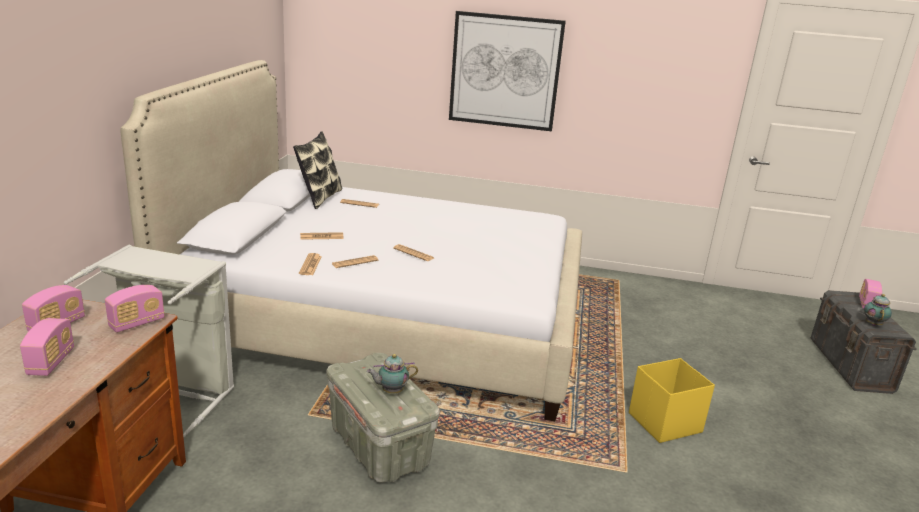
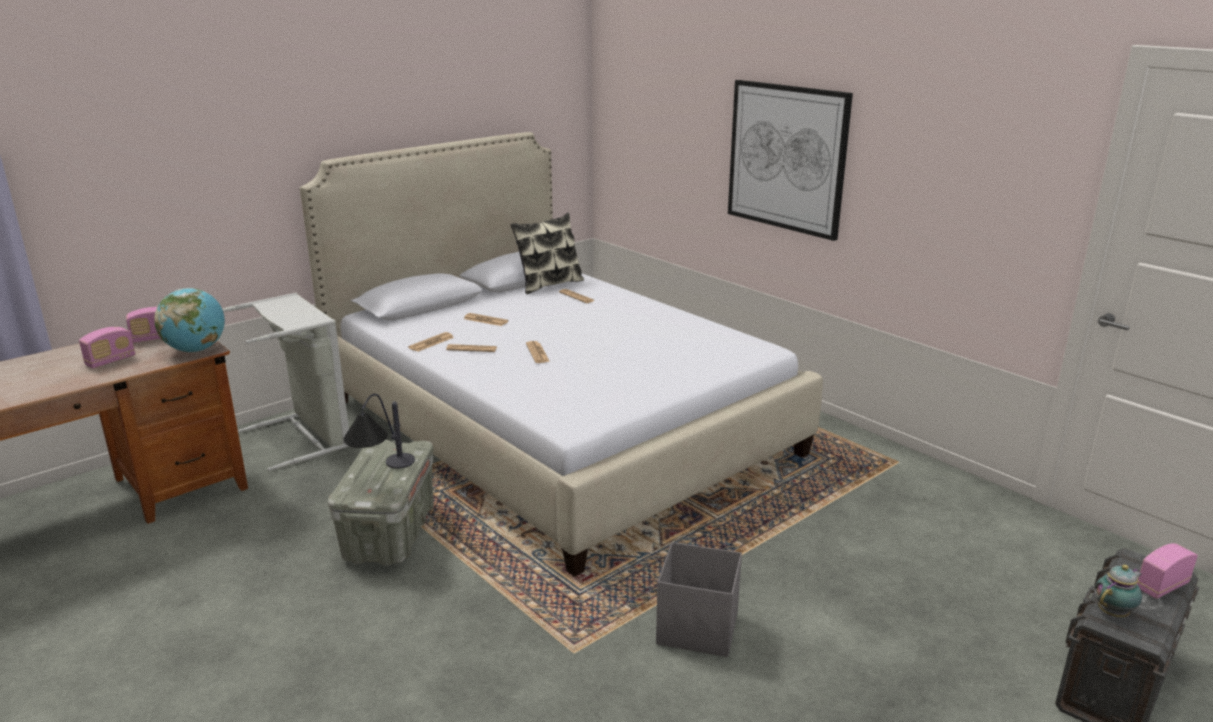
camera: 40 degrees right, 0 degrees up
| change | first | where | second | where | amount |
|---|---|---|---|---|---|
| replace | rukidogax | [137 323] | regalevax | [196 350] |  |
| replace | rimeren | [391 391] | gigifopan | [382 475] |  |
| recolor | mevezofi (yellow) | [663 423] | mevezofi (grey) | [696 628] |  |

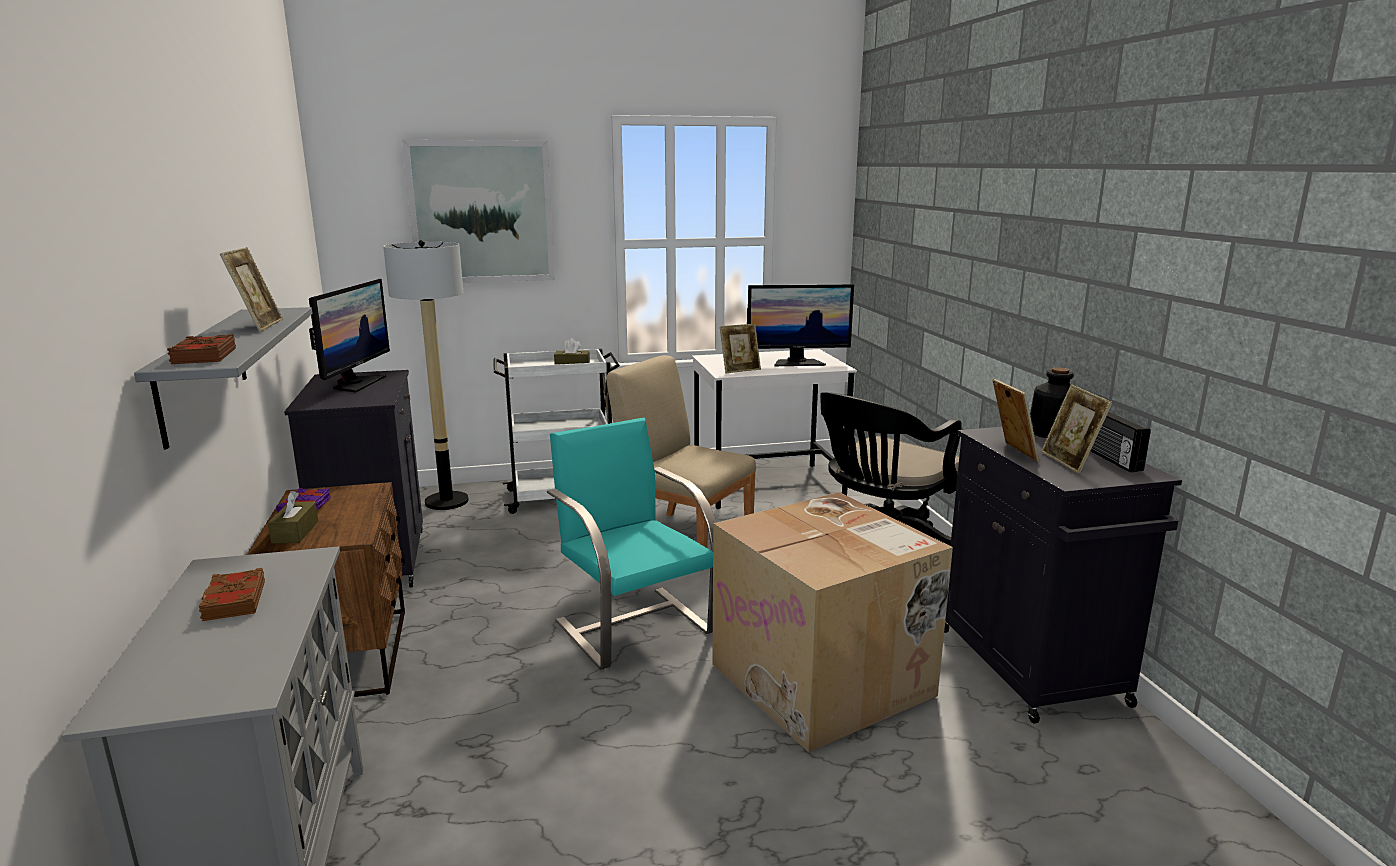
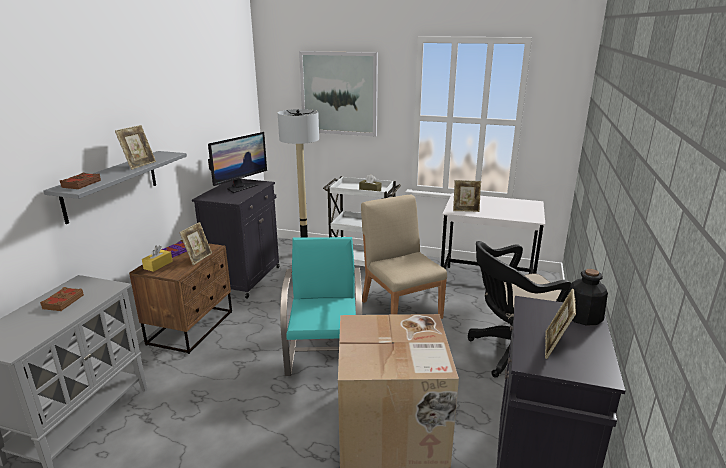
camera: 30 degrees right, 5 degrees up
| change | first | where | second | where | amount |
|---|---|---|---|---|---|
| recolor | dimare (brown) | [295 532] | dimare (yellow) | [158 265] |  |
| move | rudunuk | [1011 452] |  | [198 258] |  |
| delete | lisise | [797 363] |  |  |  |
| delete | rukidogax | [1110 458] |  |  |  |

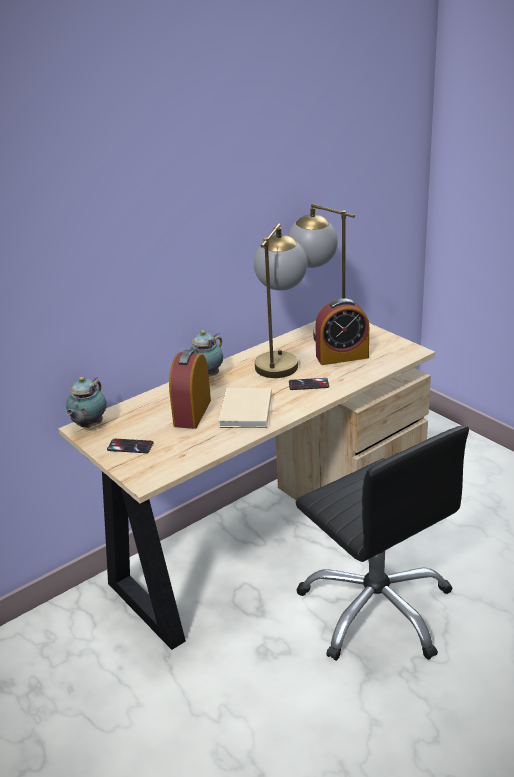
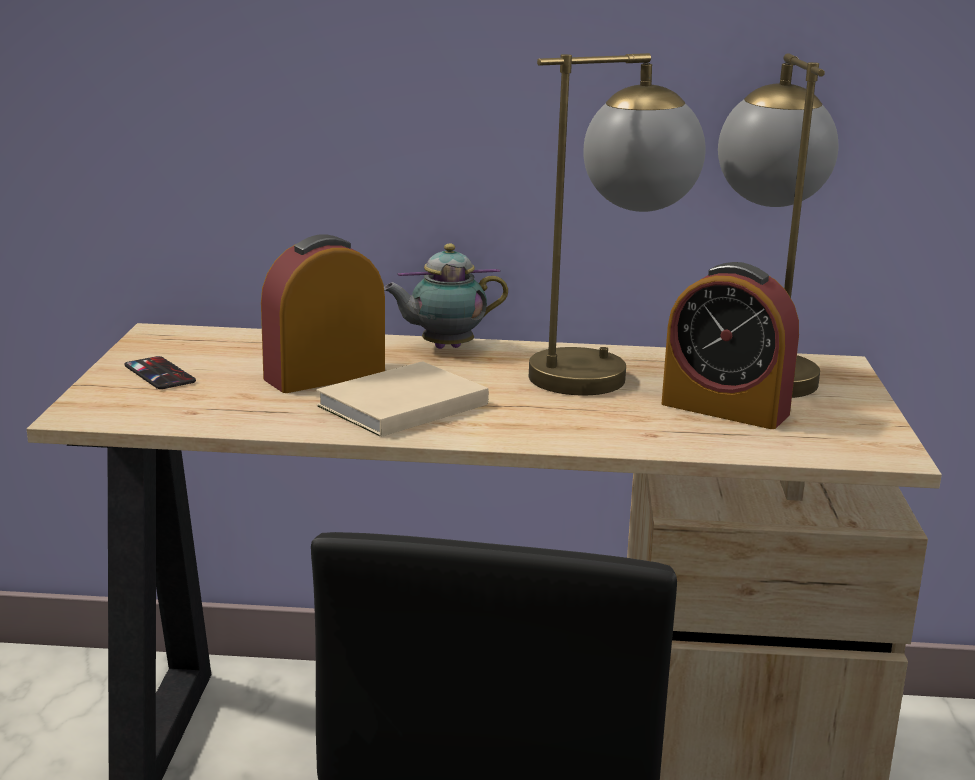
camera: 40 degrees right, 10 degrees down
| change | first | where | second | where | amount |
|---|---|---|---|---|---|
| delete | rimeren | [88 426] |  |  |  |
| delete | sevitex | [308 384] |  |  |  |

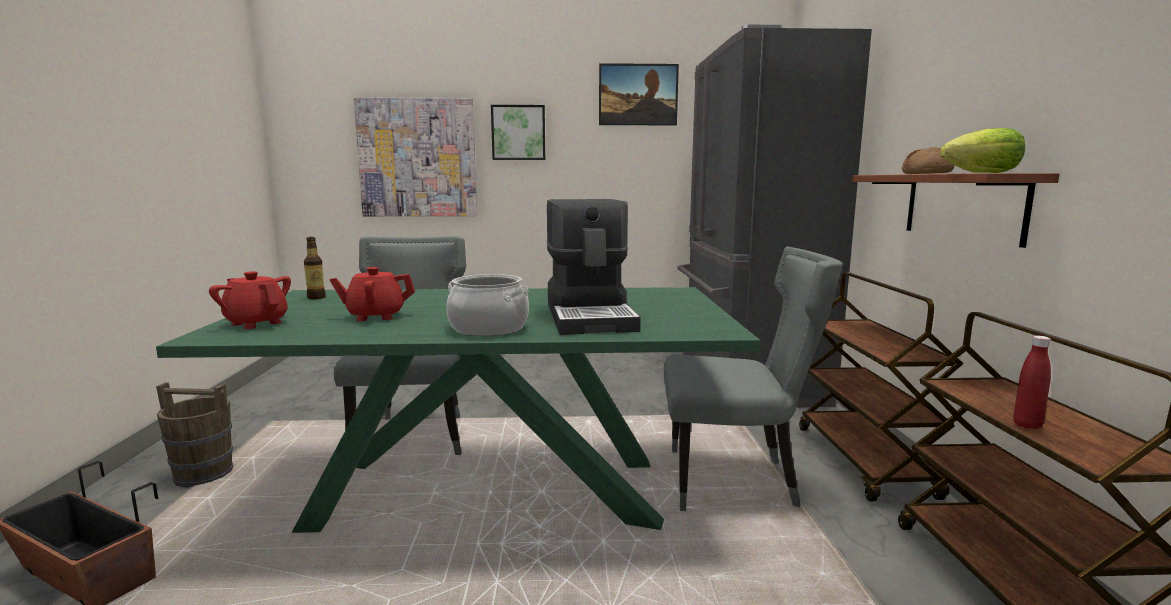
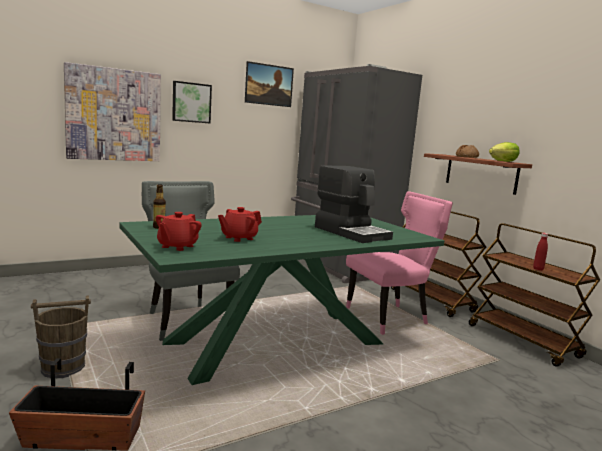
camera: 30 degrees left, 0 degrees up
| change | first | where | second | where | amount |
|---|---|---|---|---|---|
| rotate | rimeren (red) | [256 323] |  | [177 246] | 75 degrees counterclockwise |
| recolor | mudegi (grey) | [736 481] | mudegi (pink) | [390 317] |  |
| delete | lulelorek | [488 328] |  |  |  |

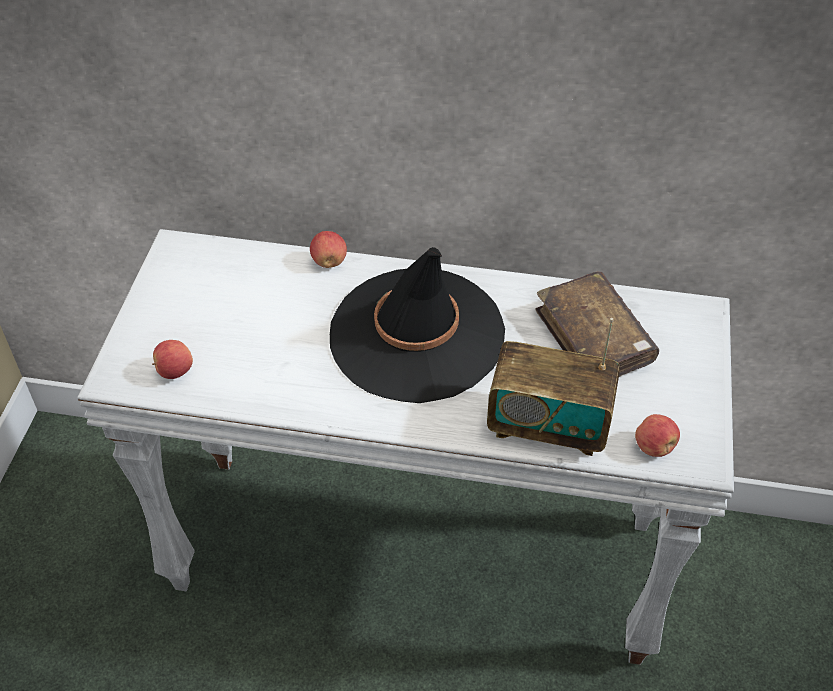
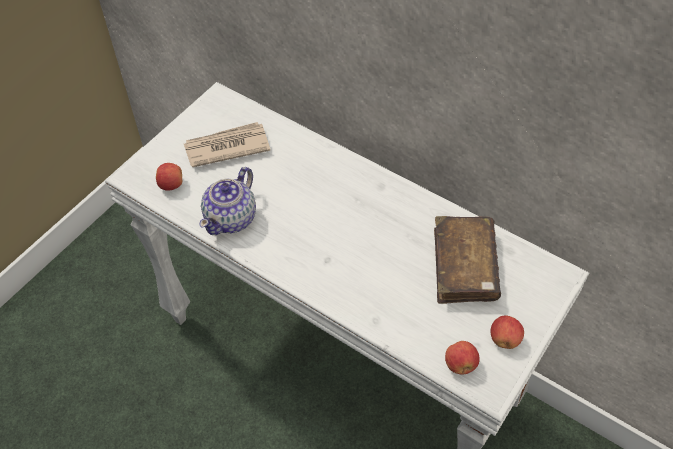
camera: 25 degrees right, 5 degrees up
| change | first | where | second | where | amount |
|---|---|---|---|---|---|
| insert |  |  | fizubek | [226 147] |  |
| insert |  |  | rimeren | [231 218] |  |
| move | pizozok | [329 261] |  | [504 339] |  |
| delete | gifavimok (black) | [416 335] |  |  |  |
| delete | rukidogax | [548 425] |  |  |  |

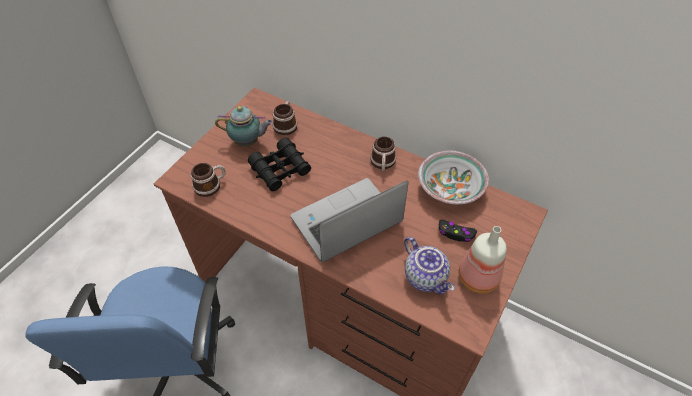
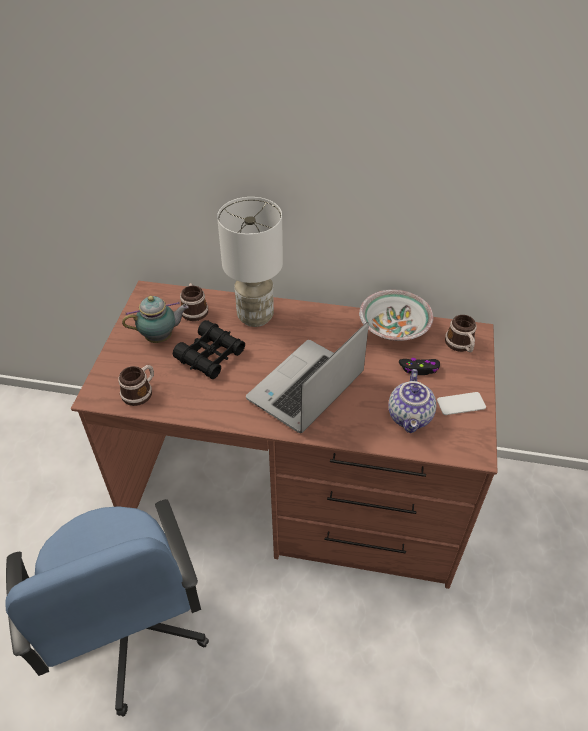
camera: 20 degrees left, 5 degrees down
| change | first | where | second | where | amount |
|---|---|---|---|---|---|
| insert |  |  | gigifopan (white) | [255 316] |  |
| rotate | rimeren | [426 277] |  | [411 417] | 60 degrees clockwise |
| replace | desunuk | [479 279] | sevitex | [461 404] |  |
| move | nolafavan | [382 163] |  | [461 345] |  |

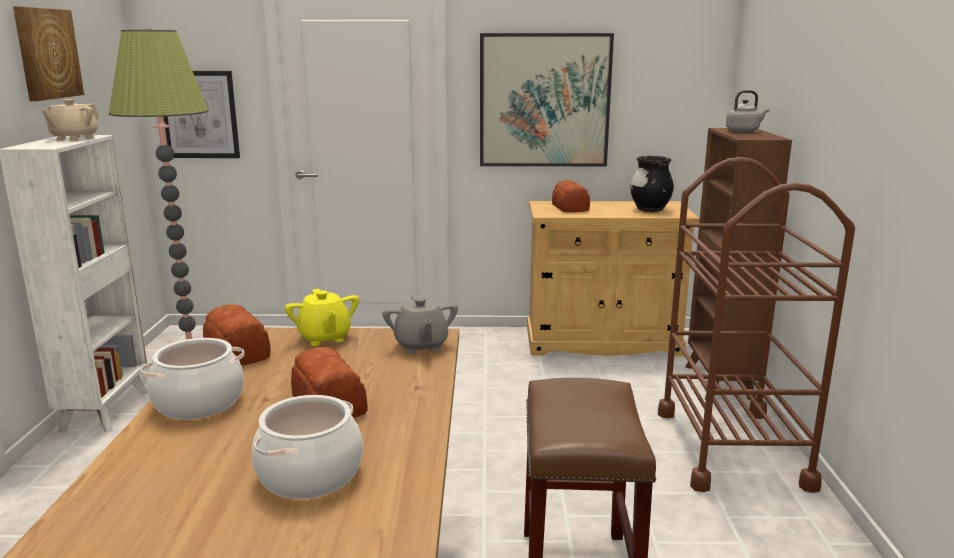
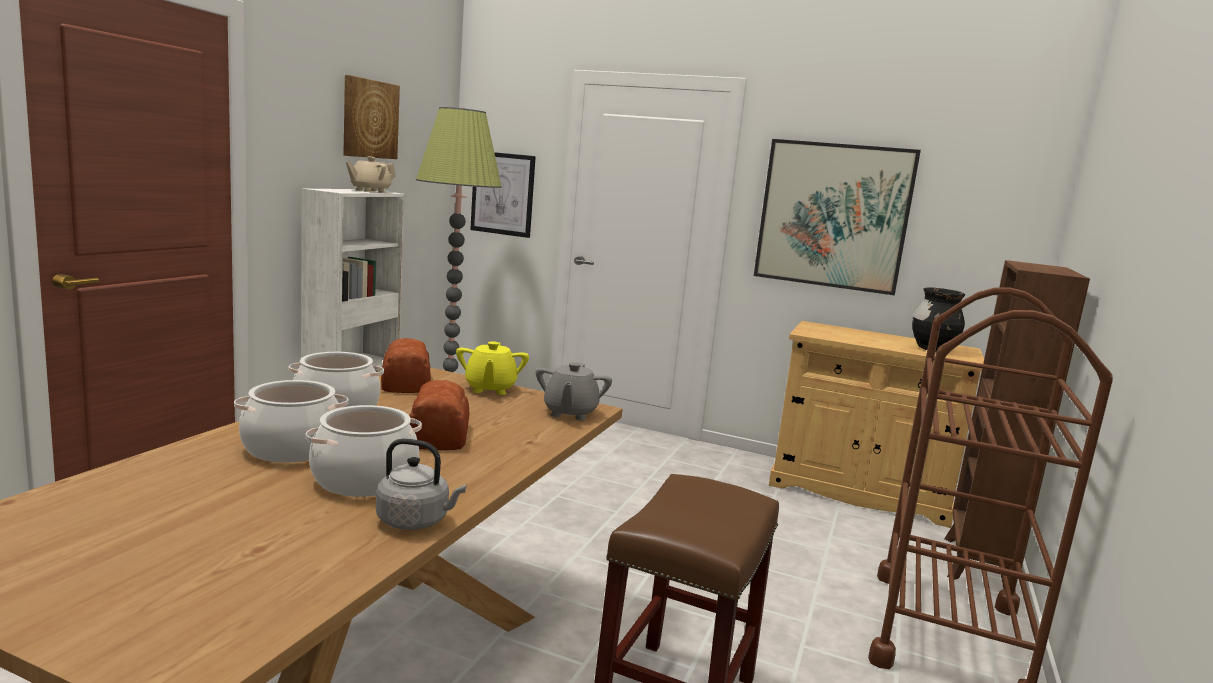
camera: 20 degrees right, 5 degrees down
| change | first | where | second | where | amount |
|---|---|---|---|---|---|
| insert |  |  | lulelorek | [293 448] |  |
| move | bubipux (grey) | [744 131] |  | [416 521] |  |
| delete | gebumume | [570 207] |  |  |  |

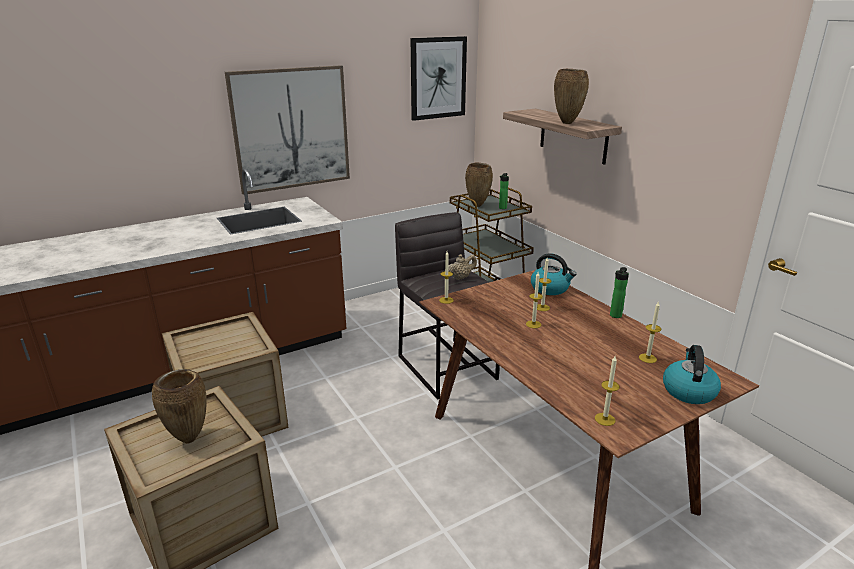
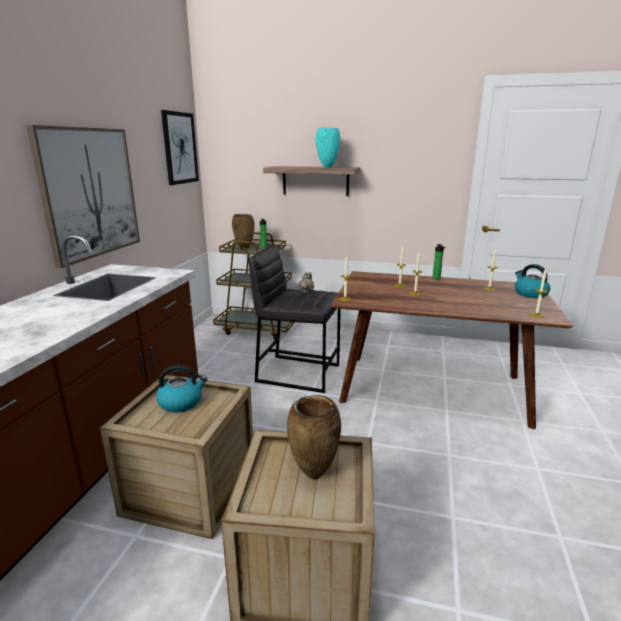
camera: 45 degrees left, 5 degrees down
| change | first | where | second | where | amount |
|---|---|---|---|---|---|
| move | bubipux | [550 288] |  | [181 402] |  |
| recolor | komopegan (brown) | [568 123] | komopegan (turquoise) | [328 167] |  |

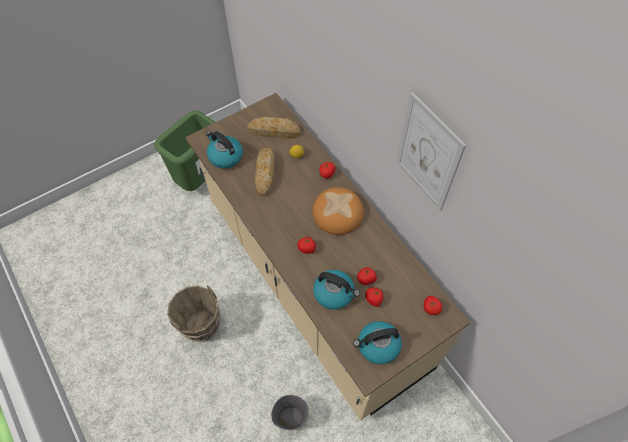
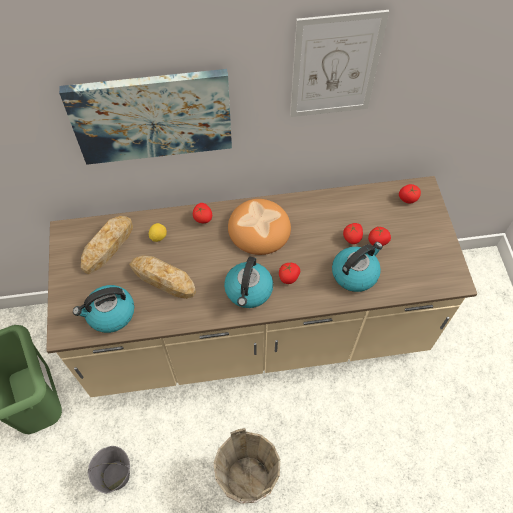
camera: 65 degrees left, 0 degrees up
| change | first | where | second | where | amount |
|---|---|---|---|---|---|
| insert |  |  | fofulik | [152 116] |  |
| move | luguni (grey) | [290 418] |  | [116 476] |  |
| move | bubipux | [377 346] |  | [248 291] |  |

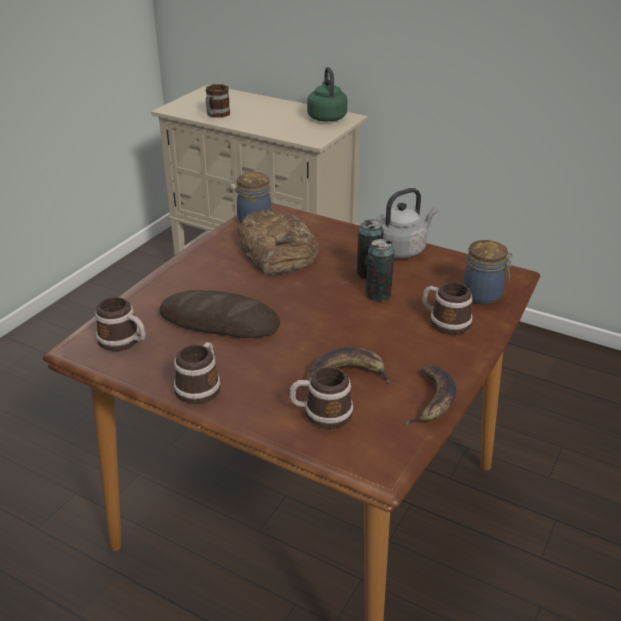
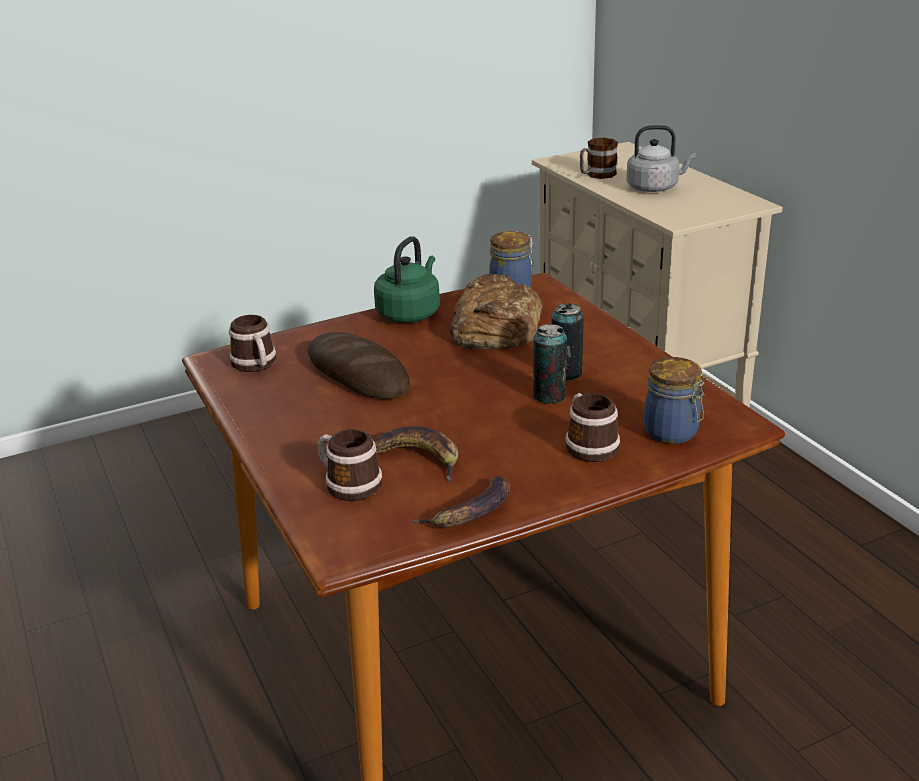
camera: 35 degrees right, 5 degrees down
| change | first | where | second | where | amount |
|---|---|---|---|---|---|
| move | bubipux (green) | [326 117] |  | [410 313] |  |
| move | bubipux (grey) | [401 249] |  | [655 188] |  |
| delete | nolafavan | [201 386] |  |  |  |

